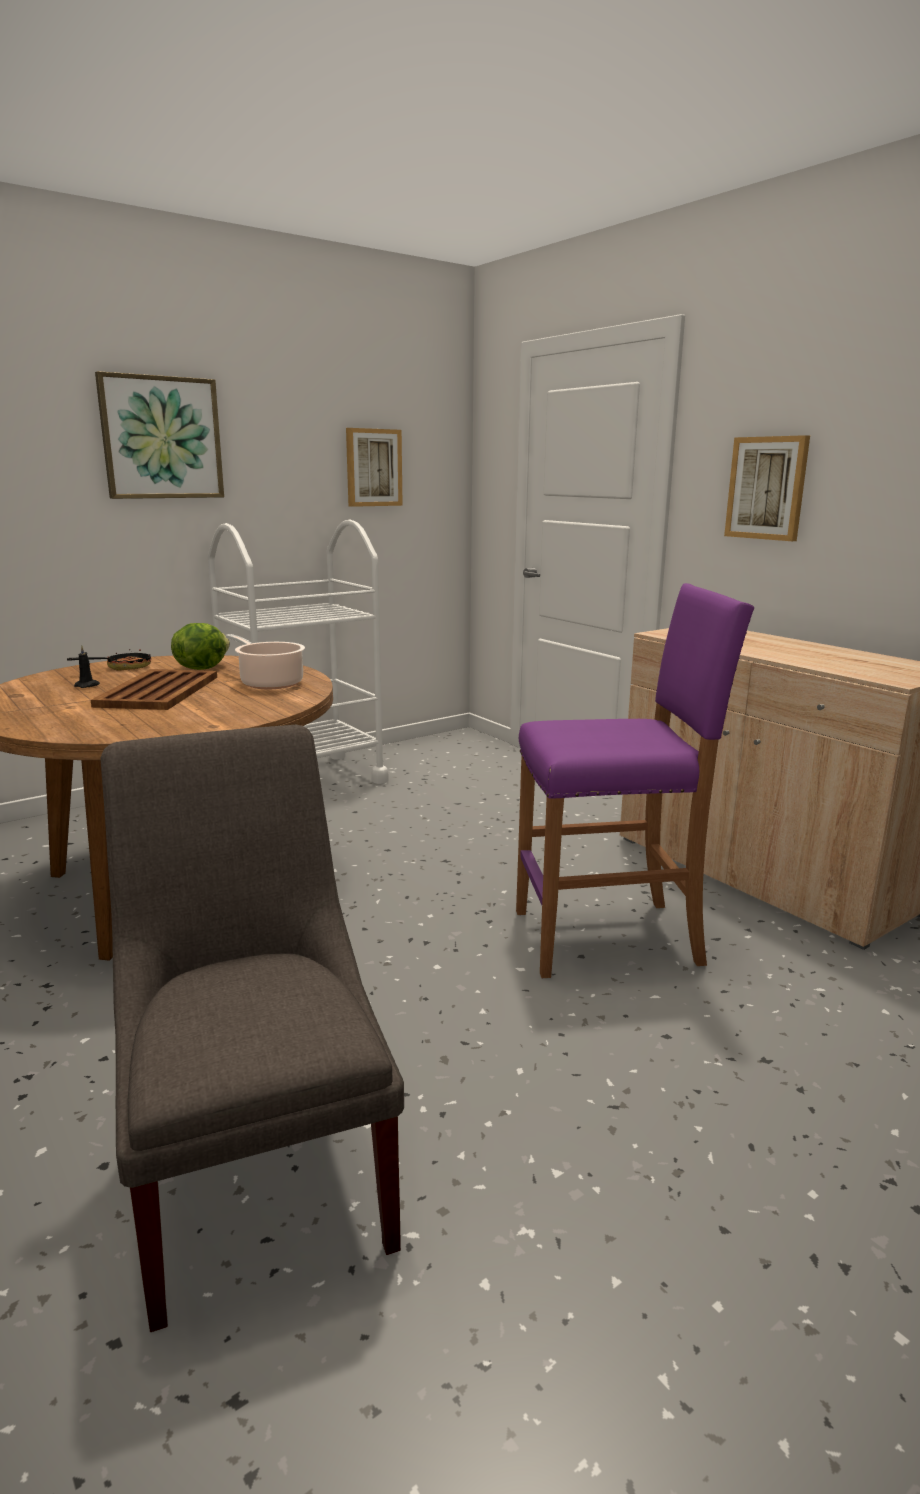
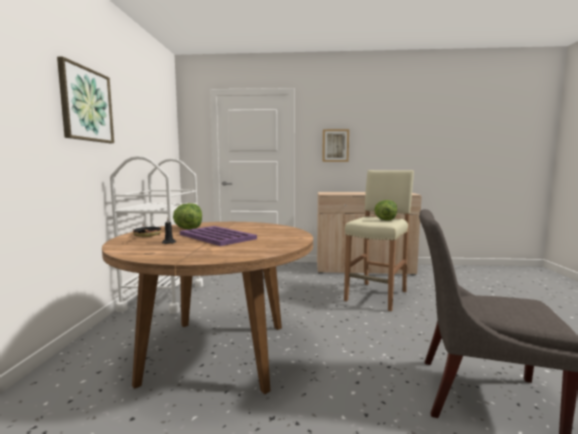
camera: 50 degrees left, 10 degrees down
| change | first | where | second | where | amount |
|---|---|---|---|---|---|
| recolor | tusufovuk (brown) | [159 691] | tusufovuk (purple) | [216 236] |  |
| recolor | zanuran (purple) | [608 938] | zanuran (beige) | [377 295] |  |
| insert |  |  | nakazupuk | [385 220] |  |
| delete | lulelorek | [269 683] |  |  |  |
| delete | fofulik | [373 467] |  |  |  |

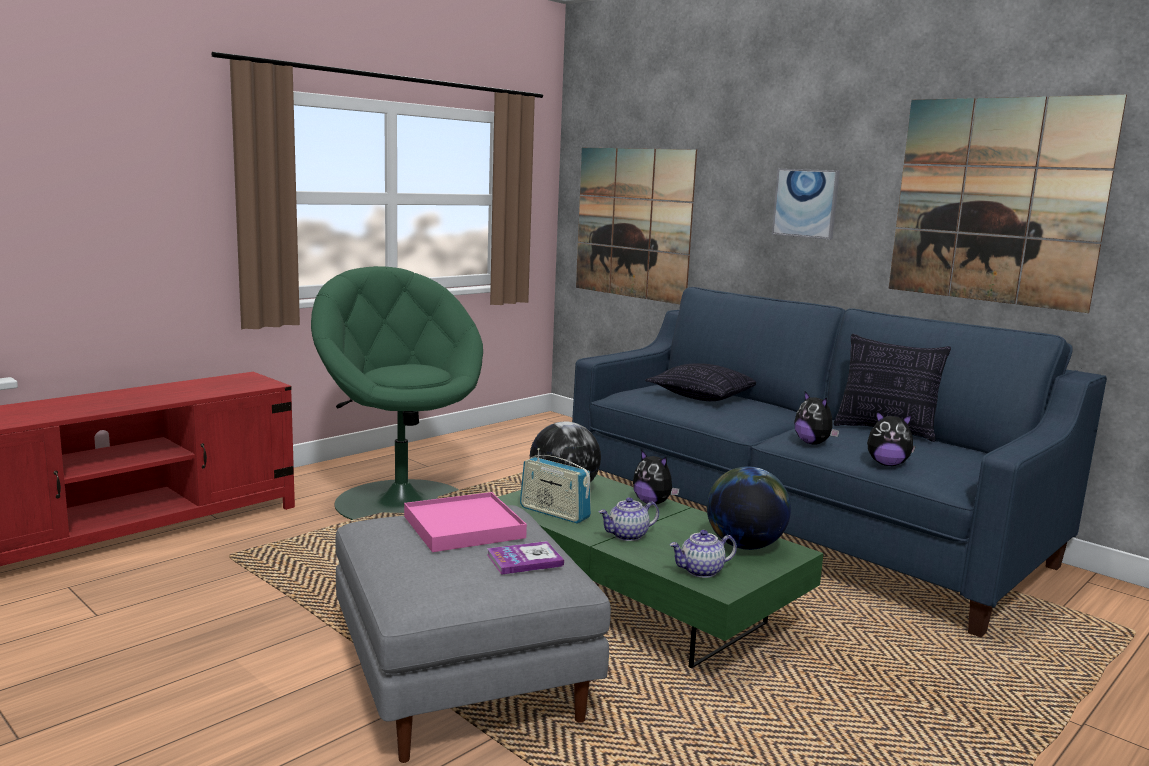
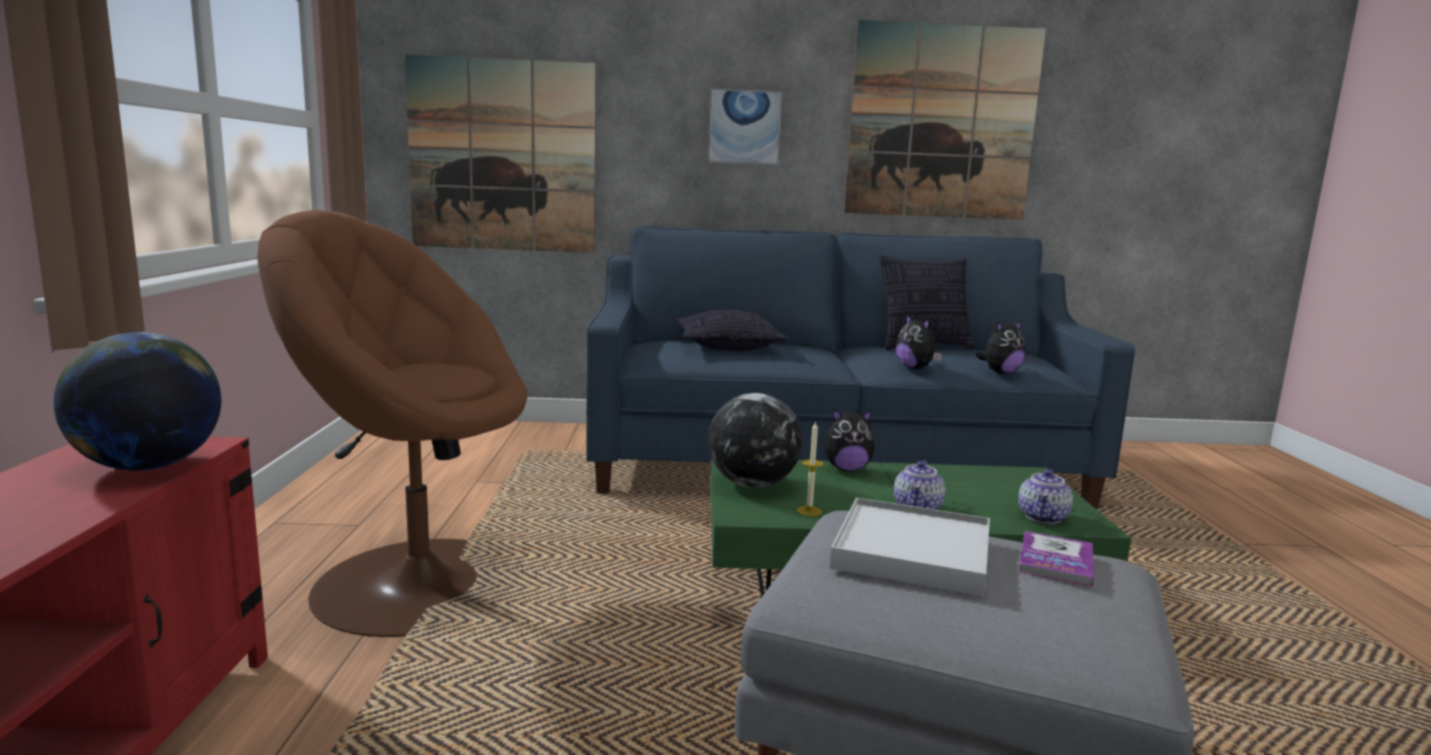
camera: 45 degrees left, 0 degrees up
| change | first | where | second | where | amount |
|---|---|---|---|---|---|
| move | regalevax | [744 545] |  | [148 466] |  |
| recolor | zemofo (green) | [401 500] | zemofo (brown) | [417 582] |  |
| replace | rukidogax | [554 513] | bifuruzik | [809 511] |  |
| recolor | tusufovuk (pink) | [464 527] | tusufovuk (white) | [912 552] |  |
| rotate | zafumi | [813 443] |  | [915 368] | 45 degrees clockwise |

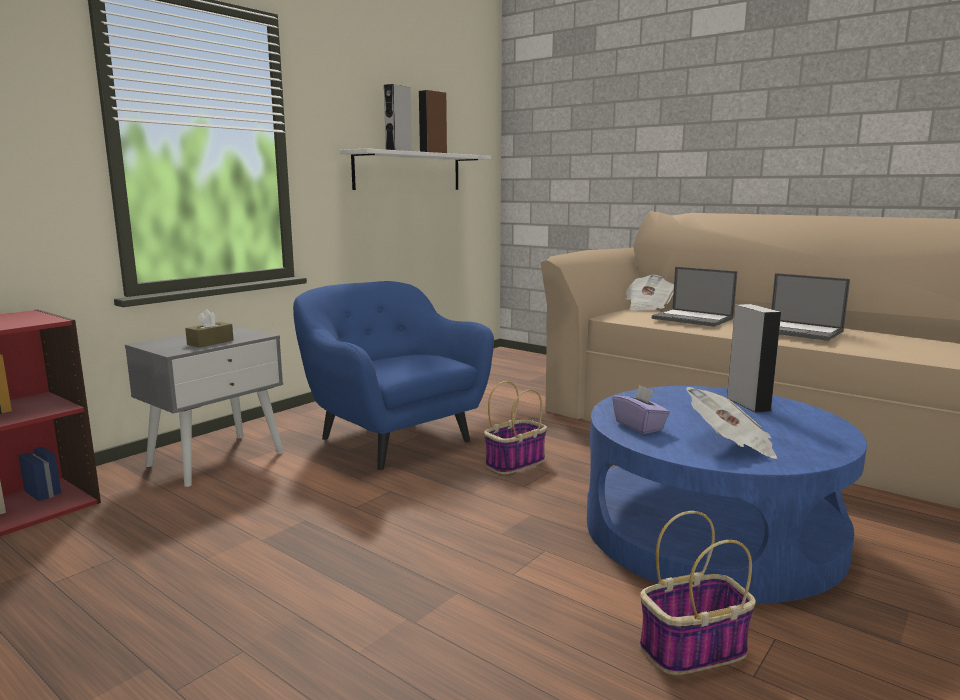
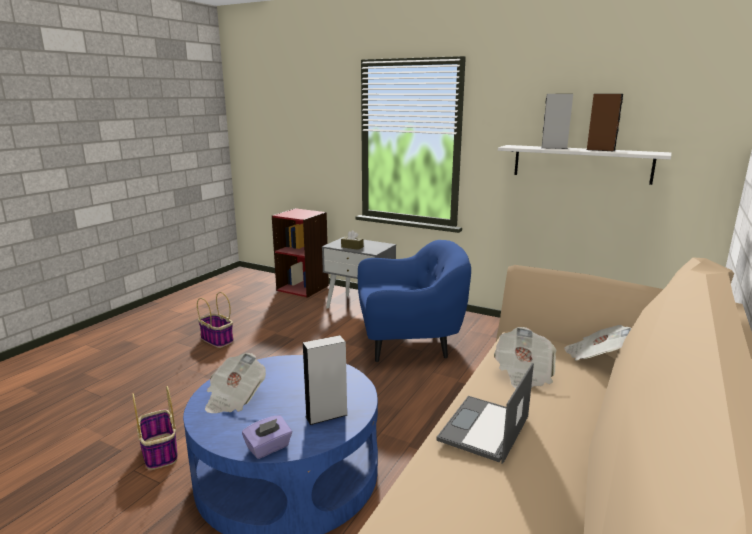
camera: 80 degrees right, 5 degrees up
| change | first | where | second | where | amount |
|---|---|---|---|---|---|
| move | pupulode | [515 463] |  | [217 340] |  |
| move | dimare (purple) | [639 426] |  | [268 448] |  |
| rotate | zemofo (blue) | [392 438] |  | [409 343] | 45 degrees clockwise |
| replace | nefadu | [693 318] | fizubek | [523 374] |  |

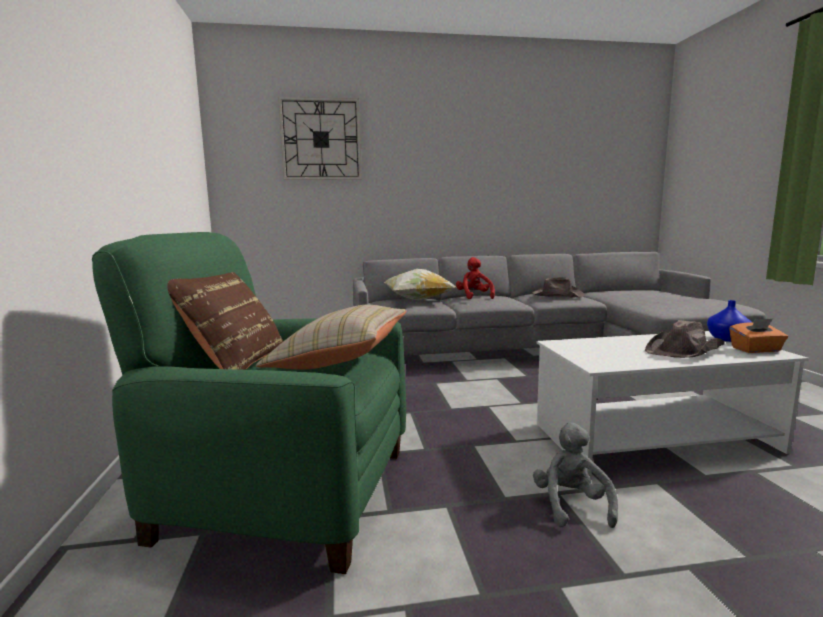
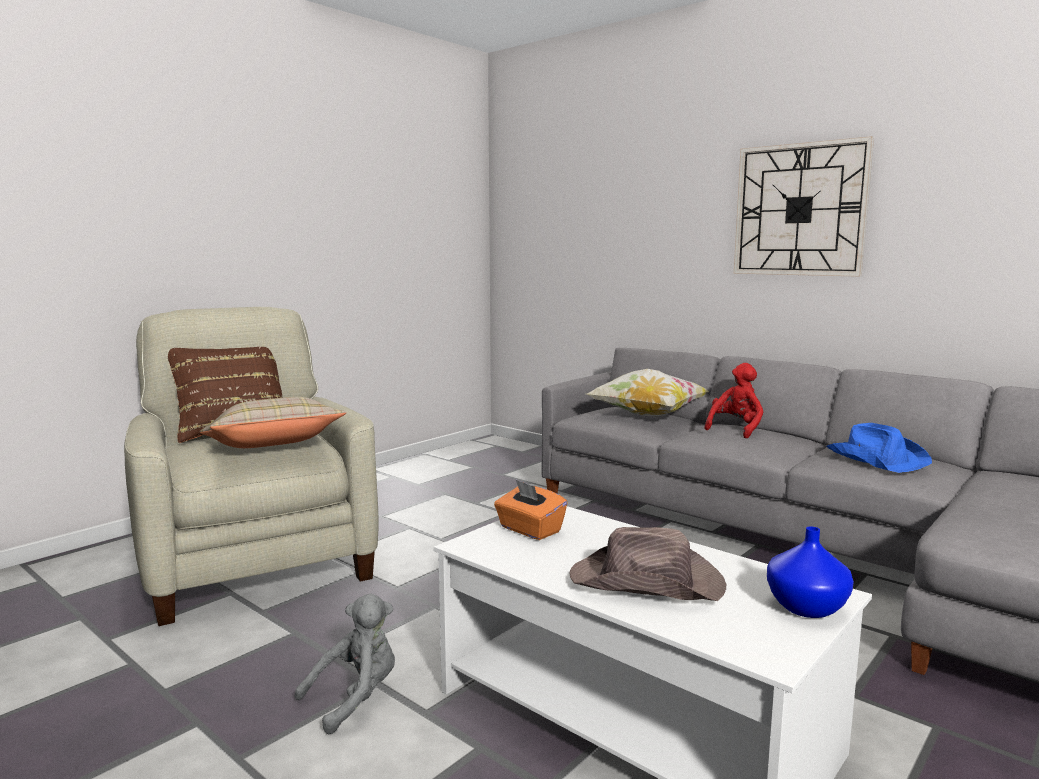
camera: 50 degrees right, 0 degrees up
| change | first | where | second | where | amount |
|---|---|---|---|---|---|
| recolor | zemofo (green) | [285 491] | zemofo (beige) | [255 562] |  |
| move | dimare (orange) | [756 350] |  | [529 530] |  |
| move | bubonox | [321 139] |  | [799 210] |  |
| recolor | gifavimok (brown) | [556 295] | gifavimok (blue) | [876 458] |  |

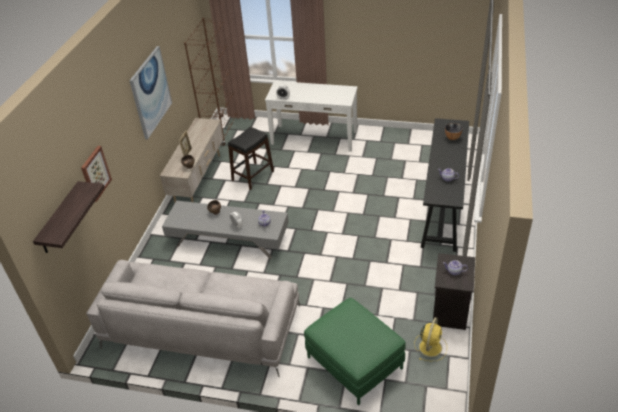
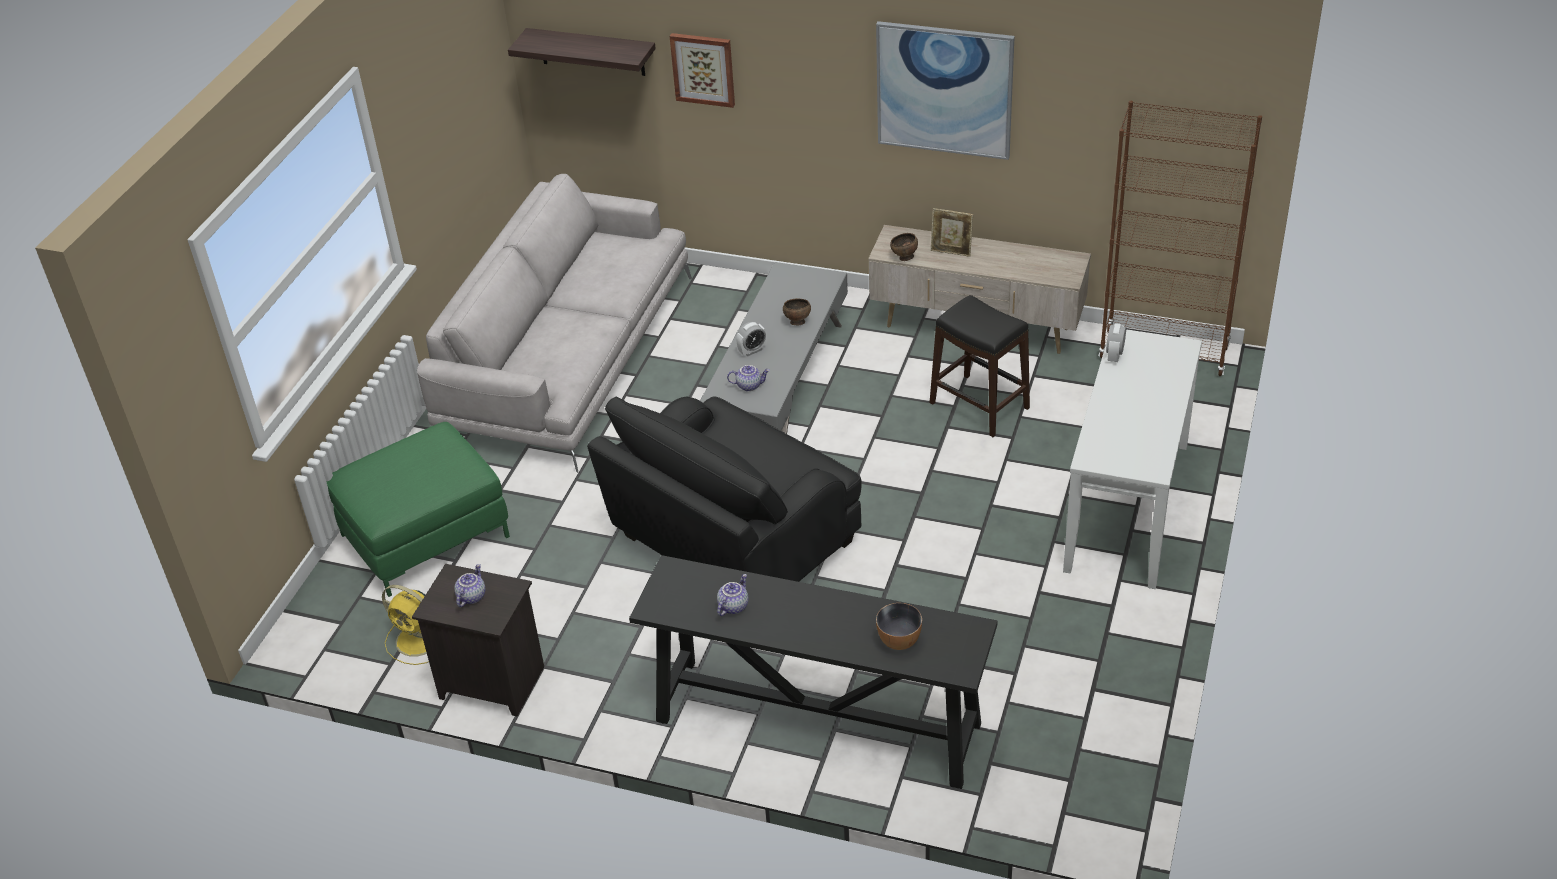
camera: 95 degrees right, 0 degrees up
| change | first | where | second | where | amount |
|---|---|---|---|---|---|
| insert |  |  | zemofo (black) | [732 543] |  |

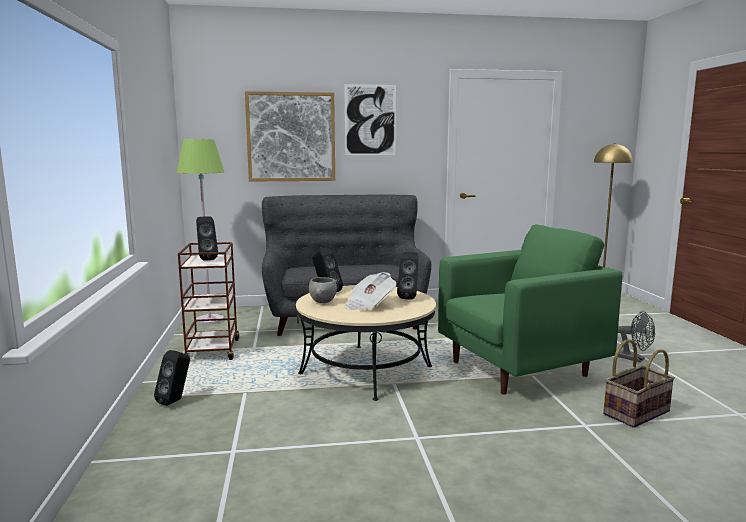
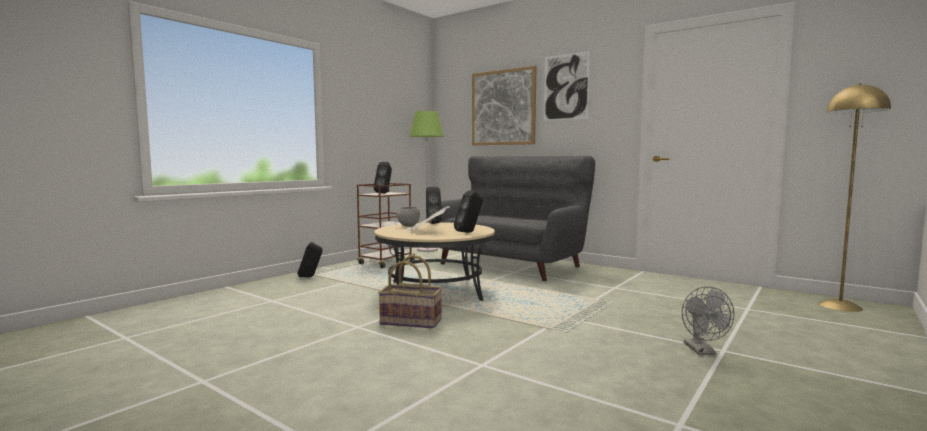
camera: 45 degrees right, 5 degrees down
| change | first | where | second | where | amount |
|---|---|---|---|---|---|
| move | pupulode | [635 412] |  | [411 321] |  |
| delete | zemofo (green) | [518 369] |  |  |  |

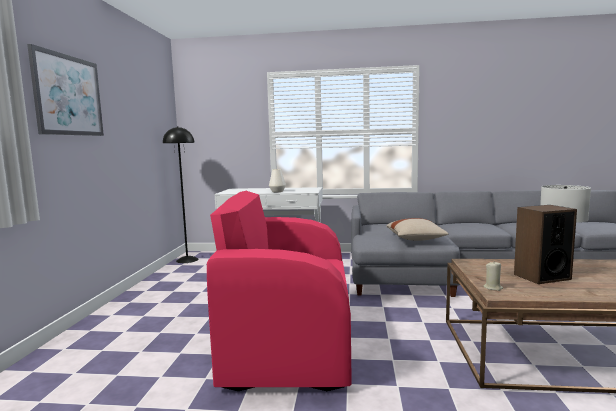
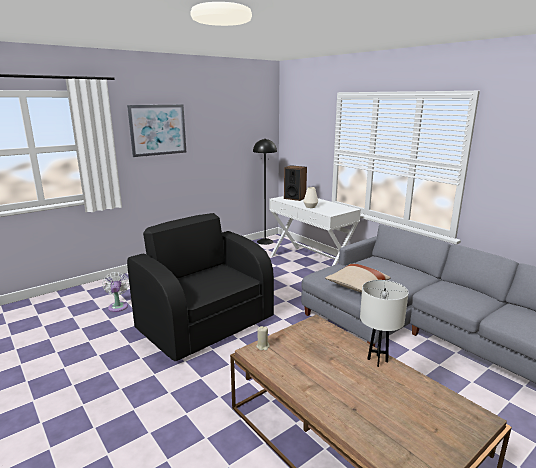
camera: 45 degrees right, 10 degrees up
| change | first | where | second | where | amount |
|---|---|---|---|---|---|
| insert |  |  | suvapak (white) | [118 306] |  |
| recolor | zemofo (pink) | [288 343] | zemofo (black) | [206 324] |  |
| move | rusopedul | [541 277] |  | [295 198] |  |

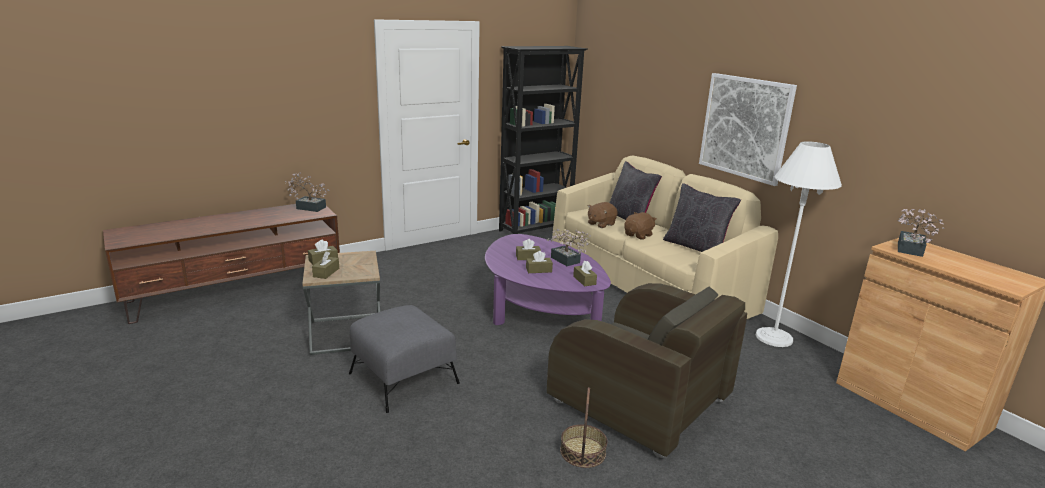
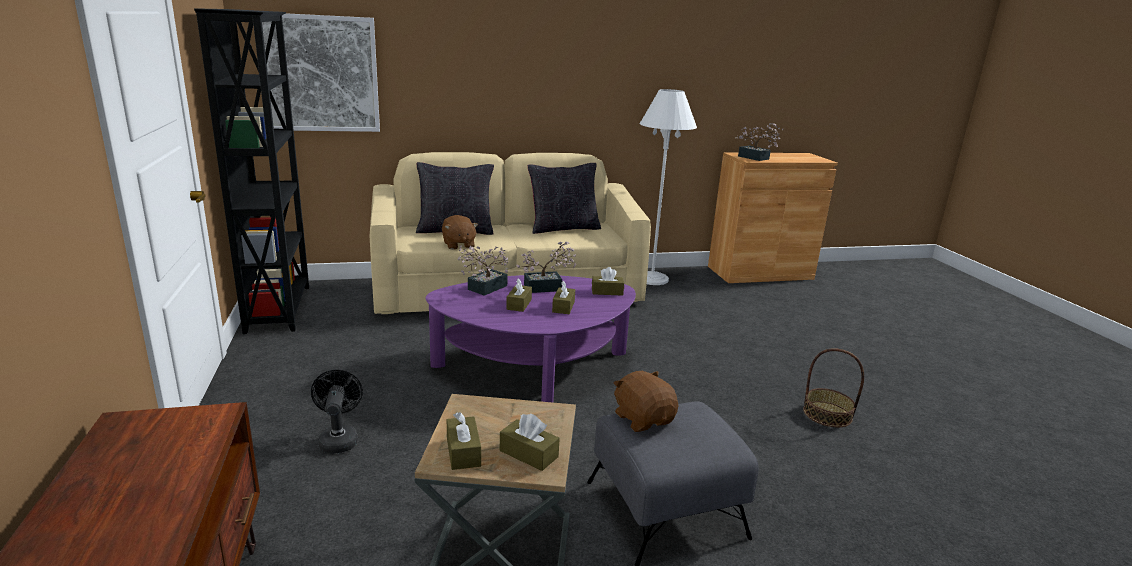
camera: 70 degrees left, 0 degrees up
| change | first | where | second | where | amount |
|---|---|---|---|---|---|
| move | fofulik | [745 127] |  | [319 74] |  |
| insert |  |  | suvapak (black) | [339 439] |  |
| move | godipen | [308 207] |  | [484 289] |  |
| move | zafumi (brown) | [638 235] |  | [643 419] |  |
| delete | zemofo (brown) | [640 401] |  |  |  |

